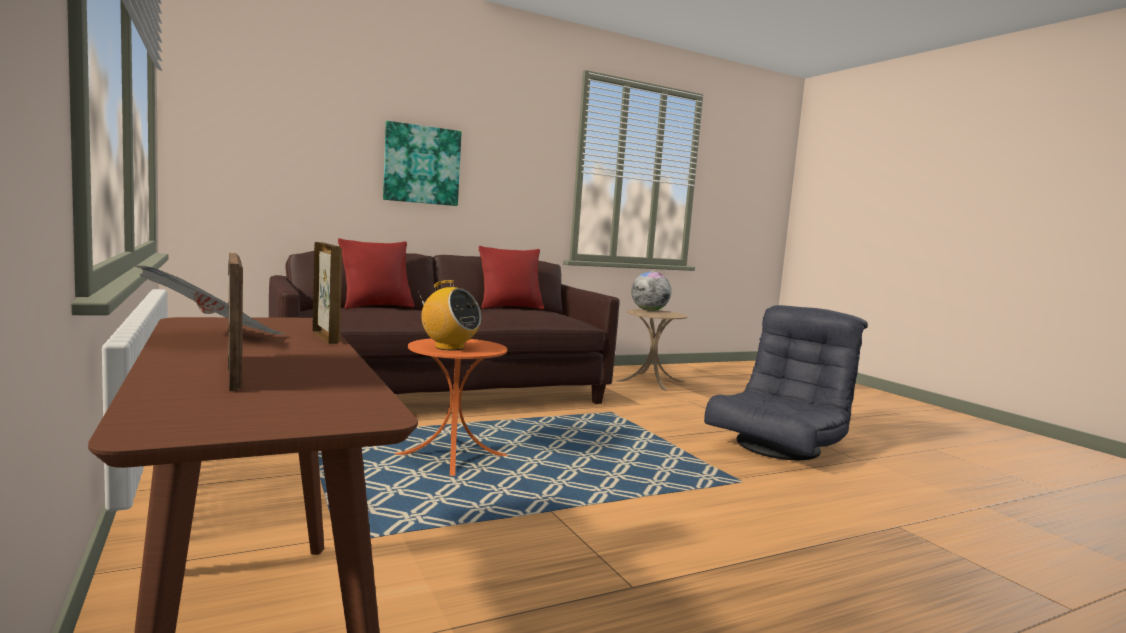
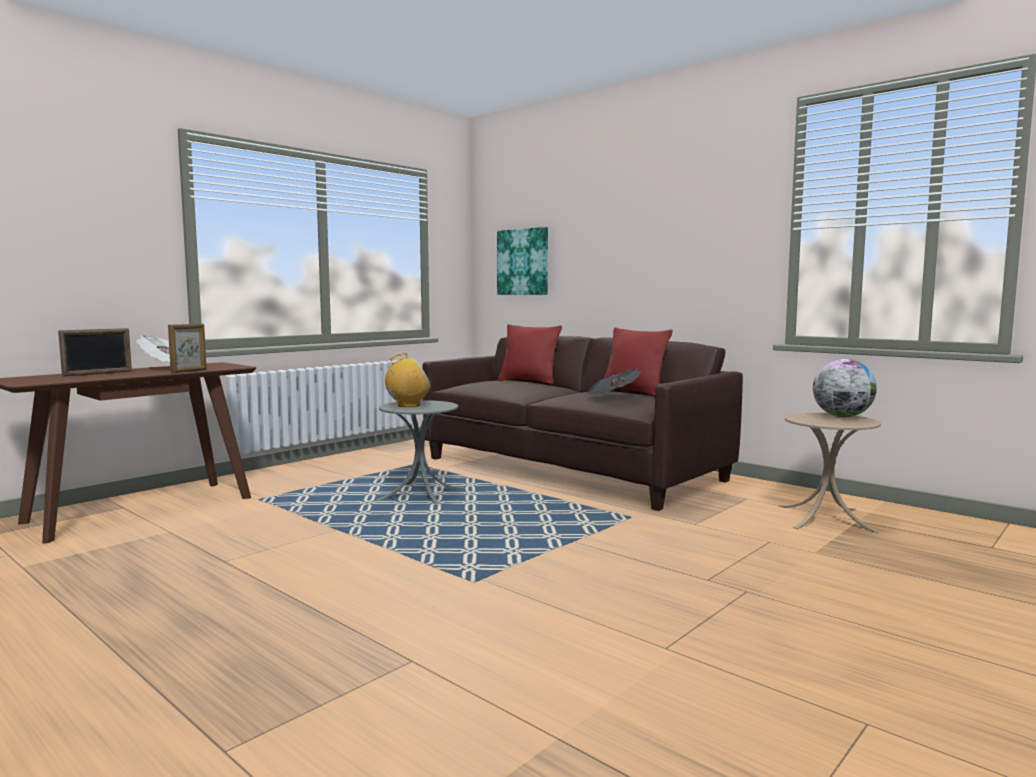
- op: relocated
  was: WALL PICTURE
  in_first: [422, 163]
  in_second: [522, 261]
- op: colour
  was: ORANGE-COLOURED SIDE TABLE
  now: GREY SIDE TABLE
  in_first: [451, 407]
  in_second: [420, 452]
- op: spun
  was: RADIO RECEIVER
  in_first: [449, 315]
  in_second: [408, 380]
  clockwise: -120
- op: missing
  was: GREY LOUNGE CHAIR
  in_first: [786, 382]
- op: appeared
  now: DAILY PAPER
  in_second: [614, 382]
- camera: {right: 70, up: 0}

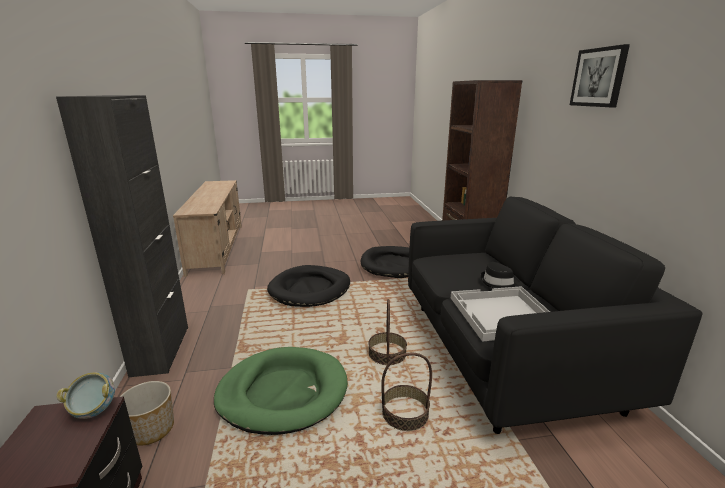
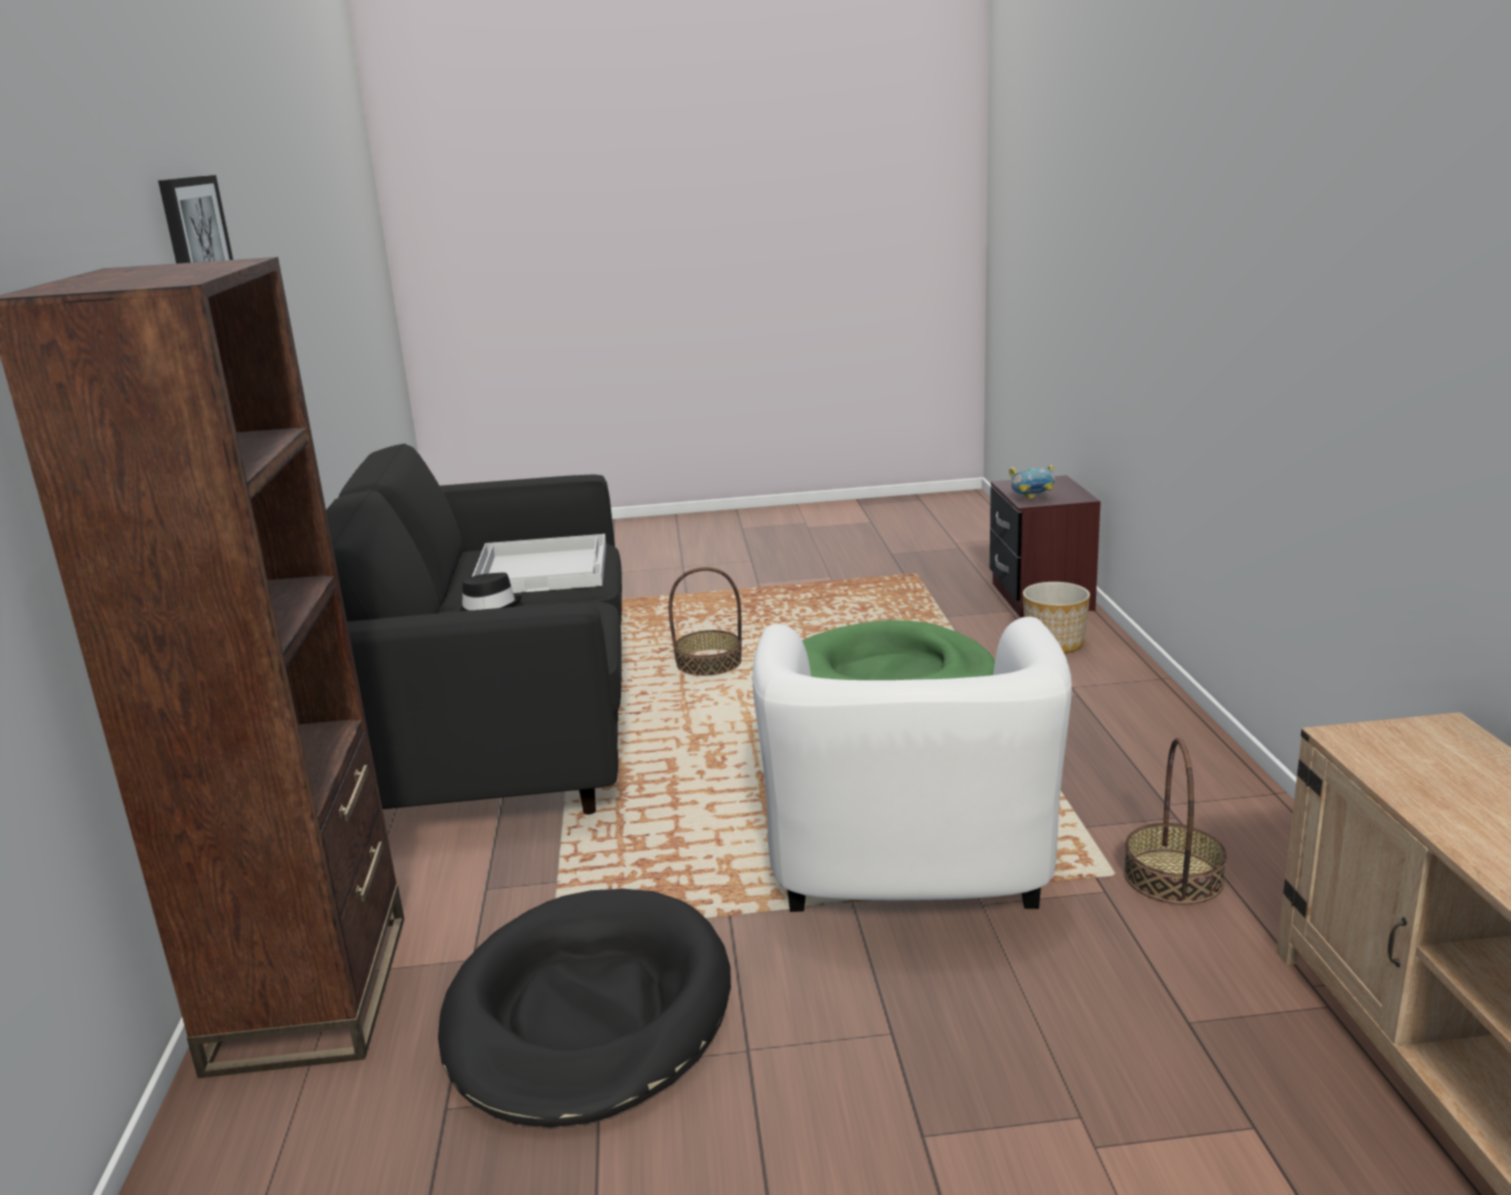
- op: missing
  was: BLACK CUPBOARD
  in_first: [122, 236]
- op: exchanged
  was: BLACK DOG CUSHION
  now: WHITE-COLOURED LOUNGE CHAIR
  in_first: [308, 286]
  in_second: [912, 764]
- op: relocated
  was: STORAGE BASKET
  in_first: [387, 332]
  in_second: [1175, 821]
- camera: {right: -175, up: 0}

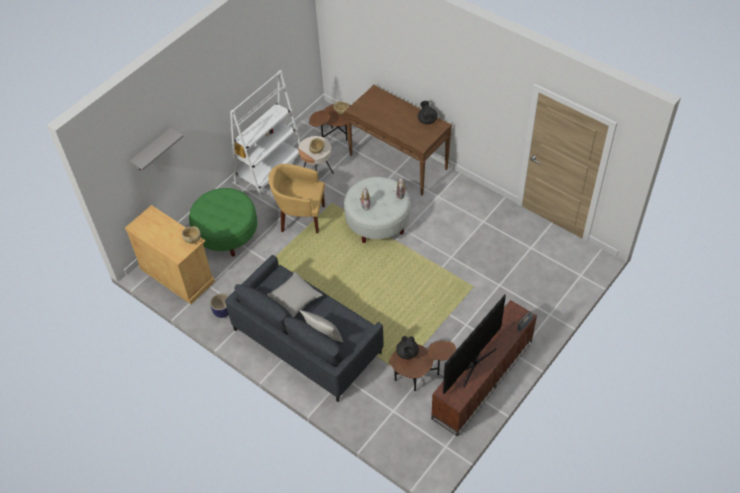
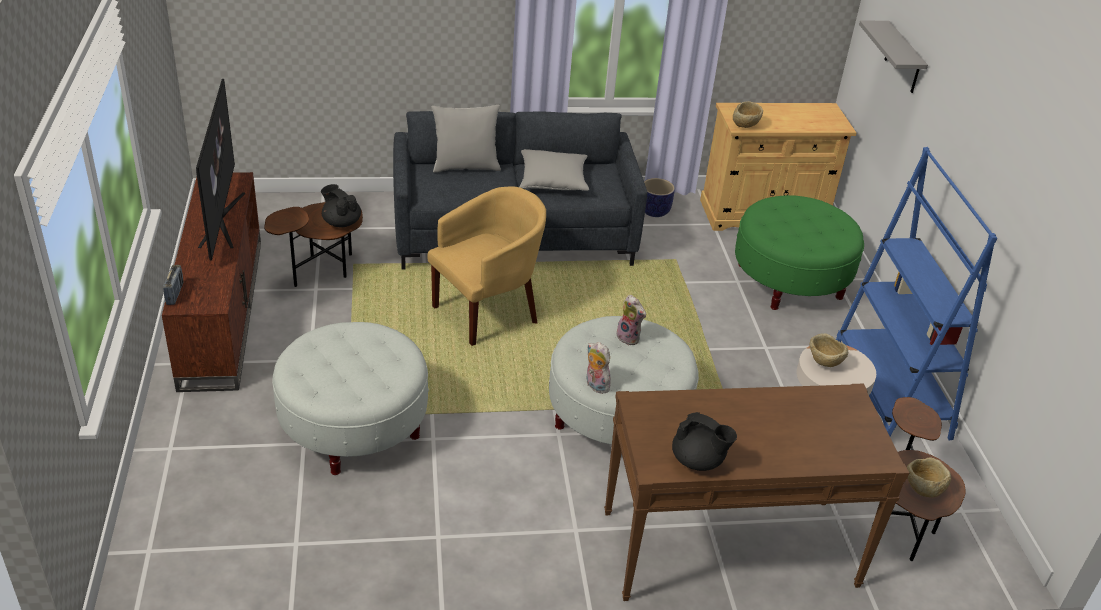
- op: colour
  was: WHITE-COLOURED BOOKCASE
  now: BLUISH BOOKCASE
  in_first: [265, 133]
  in_second: [916, 293]
- op: relocated
  was: YELLOW LOUNGE CHAIR
  in_first: [296, 198]
  in_second: [486, 266]
- op: appeared
  now: WHITE-COLOURED FOOTREST
  in_second: [350, 398]
- camera: {right: 130, up: -15}

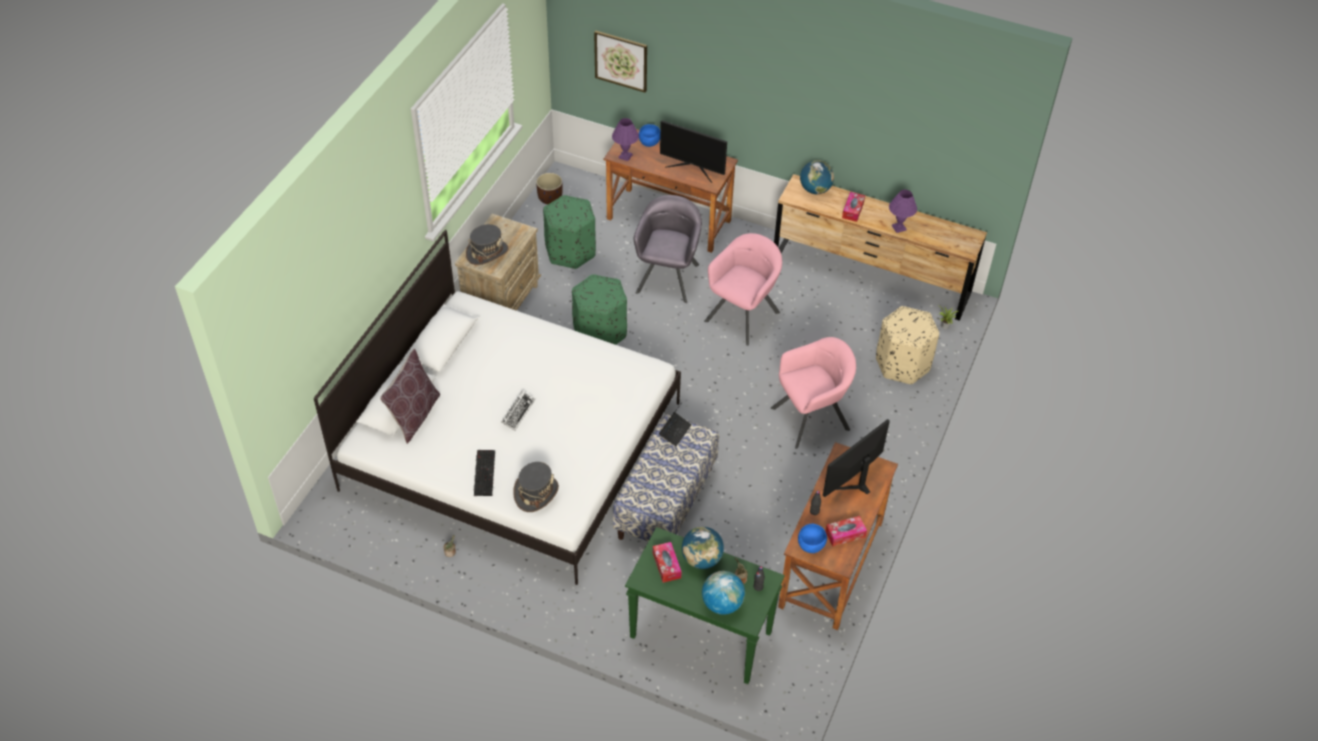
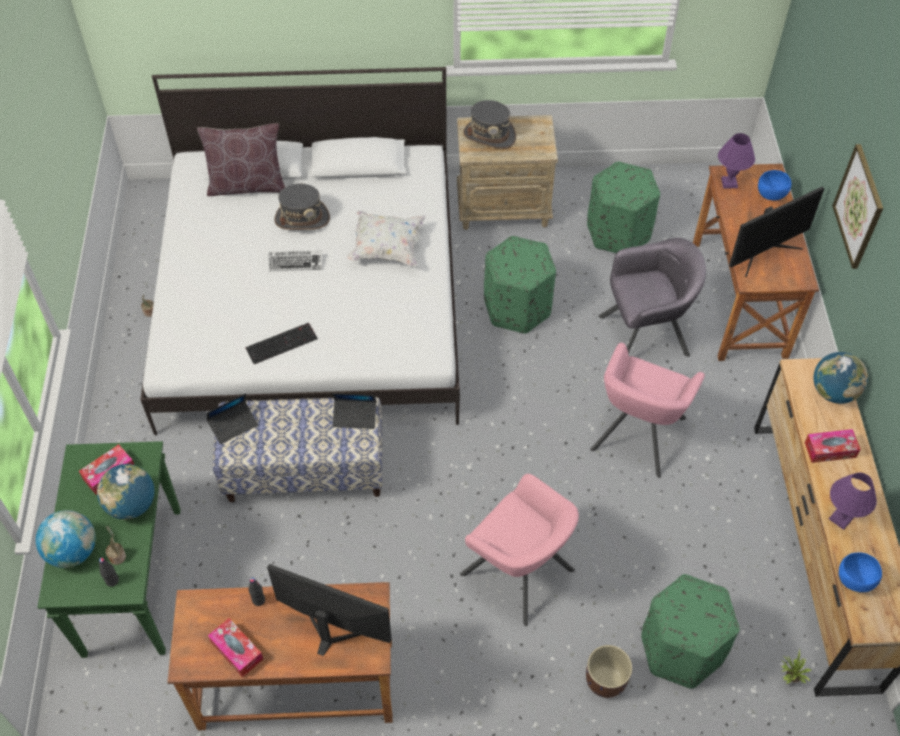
- op: relocated
  was: KEYBOARD
  in_first: [484, 473]
  in_second: [281, 343]
- op: relocated
  was: GREY HAT
  in_first: [536, 487]
  in_second: [302, 207]
- op: relocated
  was: BROWNISH PLANT POT
  in_first: [549, 188]
  in_second: [609, 671]
- op: relocated
  was: WALL PICTURE
  in_first: [620, 62]
  in_second: [857, 206]
- op: spun
  was: COMPUTER DISPLAY
  in_first: [693, 151]
  in_second: [777, 231]
  clockwise: -120
- op: spun
  was: PINK-COLOURED LOUNGE CHAIR
  in_first: [743, 289]
  in_second: [647, 410]
  clockwise: 105
- op: relocated
  was: BLUISH DEEP DISH
  in_first: [812, 538]
  in_second: [860, 572]
- op: colour
  was: SAND-COLOURED FOOTREST
  now: GREEN-COLOURED FOOTREST
  in_first: [907, 345]
  in_second: [690, 631]
- op: appeared
  now: NOTEBOOK COMPUTER
  in_second: [232, 418]
- op: appeared
  now: WHITE-COLOURED CUSHION
  in_second: [386, 239]
- camera: {right: 65, up: 5}

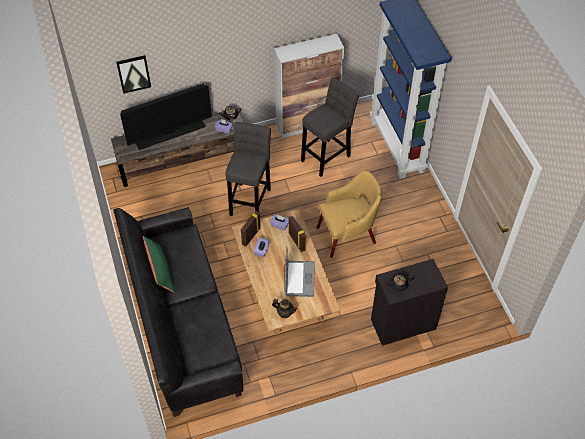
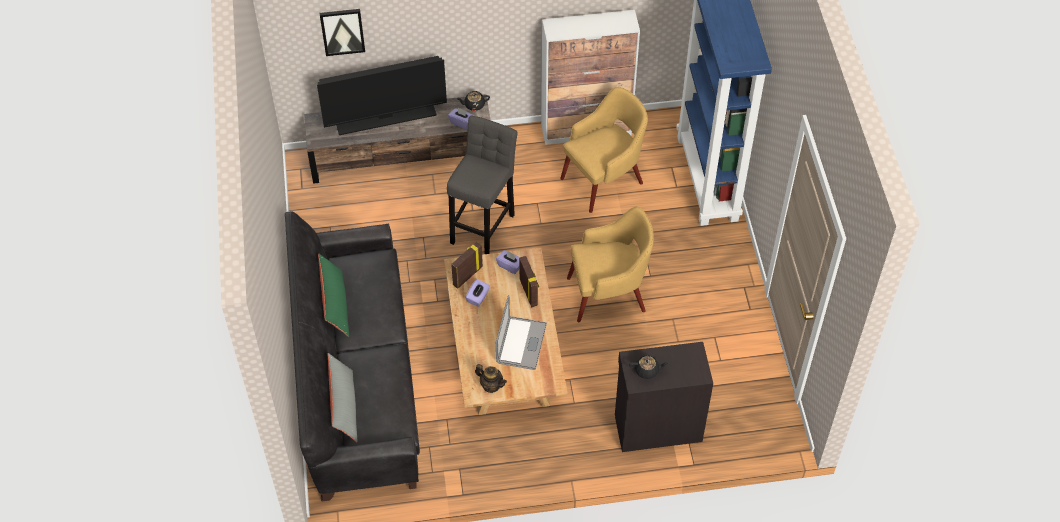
- op: exchanged
  was: GREY STOOL
  now: YELLOW LOUNGE CHAIR
  in_first: [330, 127]
  in_second: [604, 150]
- op: appeared
  now: GREY CUSHION
  in_second: [342, 397]
- camera: {right: 10, up: 0}

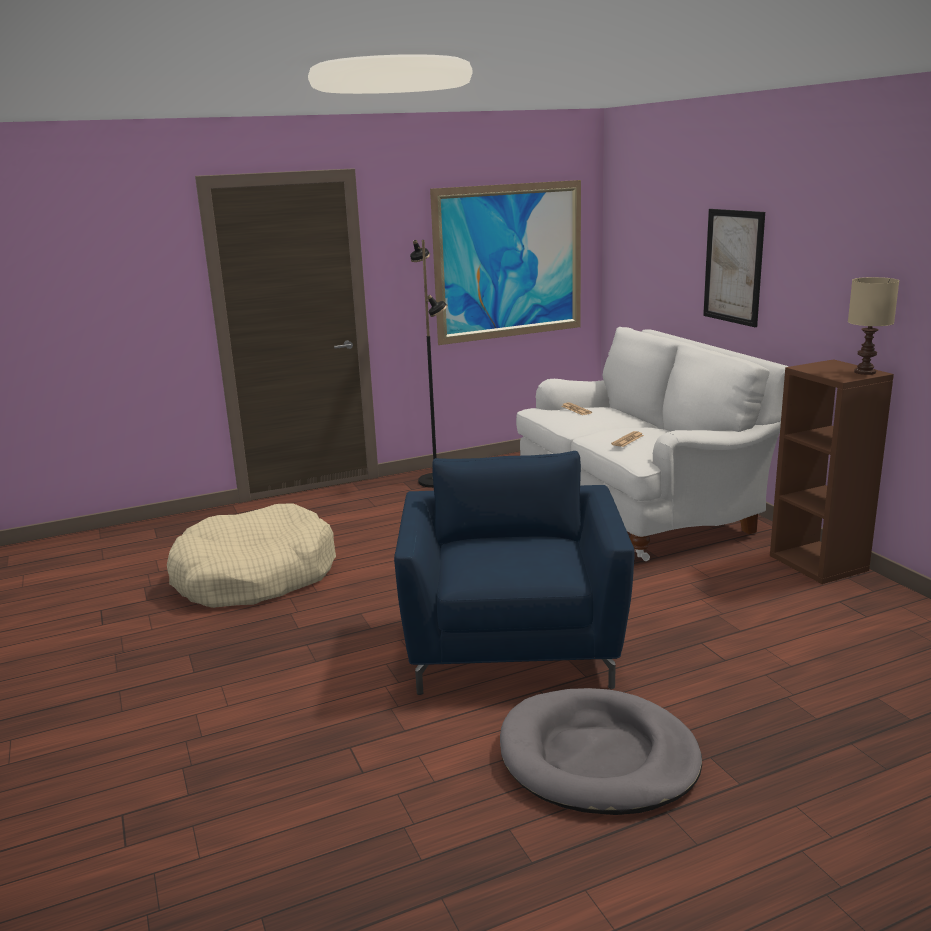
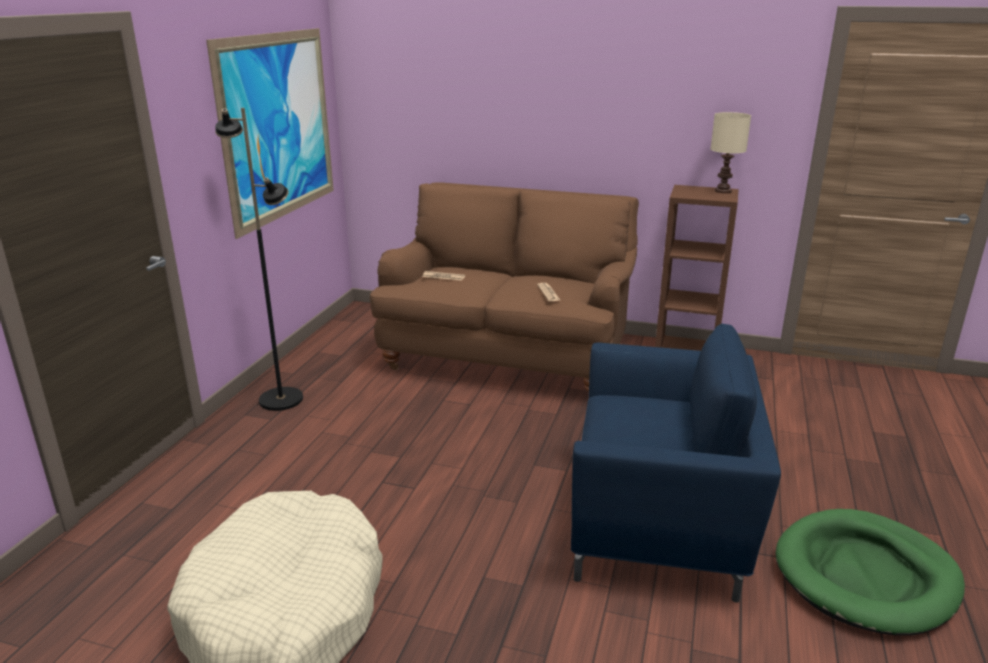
- op: spun
  was: BLUISH LOUNGE CHAIR
  in_first: [514, 573]
  in_second: [676, 463]
  clockwise: 150
- op: colour
  was: GREY DOG CUSHION
  now: GREEN-COLOURED DOG CUSHION
  in_first: [601, 751]
  in_second: [870, 572]
- op: colour
  was: WHITE-COLOURED SETTEE
  now: BROWNISH SETTEE
  in_first: [652, 444]
  in_second: [504, 286]
- op: missing
  was: WALL PICTURE
  in_first: [734, 268]
- camera: {right: -50, up: 5}

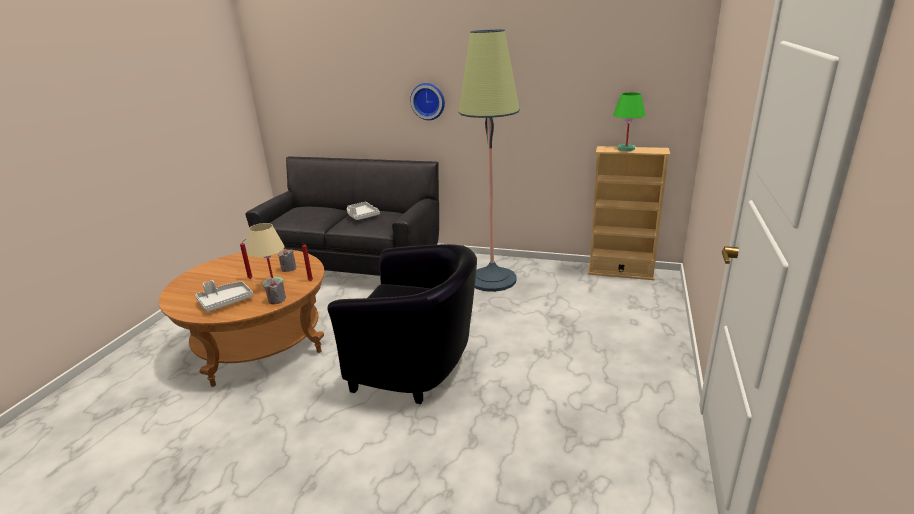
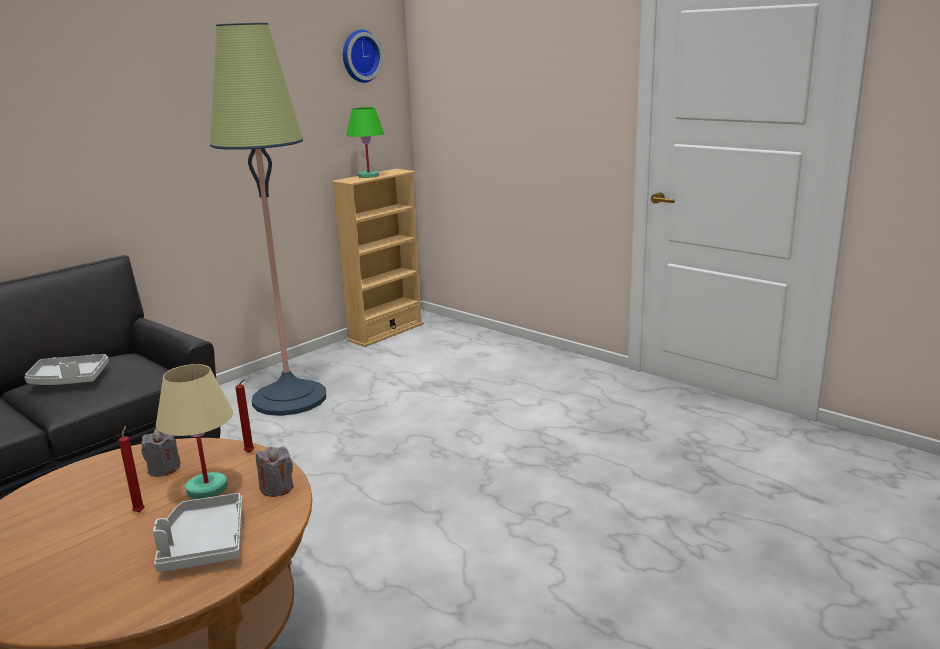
- op: missing
  was: BLACK LOUNGE CHAIR
  in_first: [402, 324]
- op: relocated
  was: HANGING CLOCK
  in_first: [427, 101]
  in_second: [363, 56]
- camera: {right: -65, up: -5}

